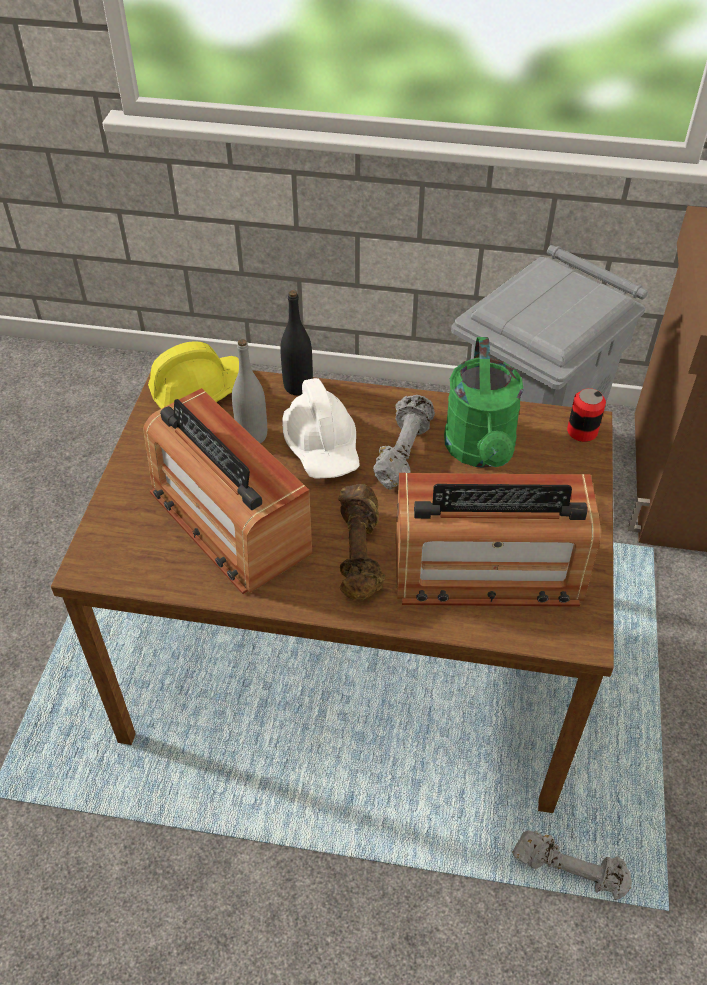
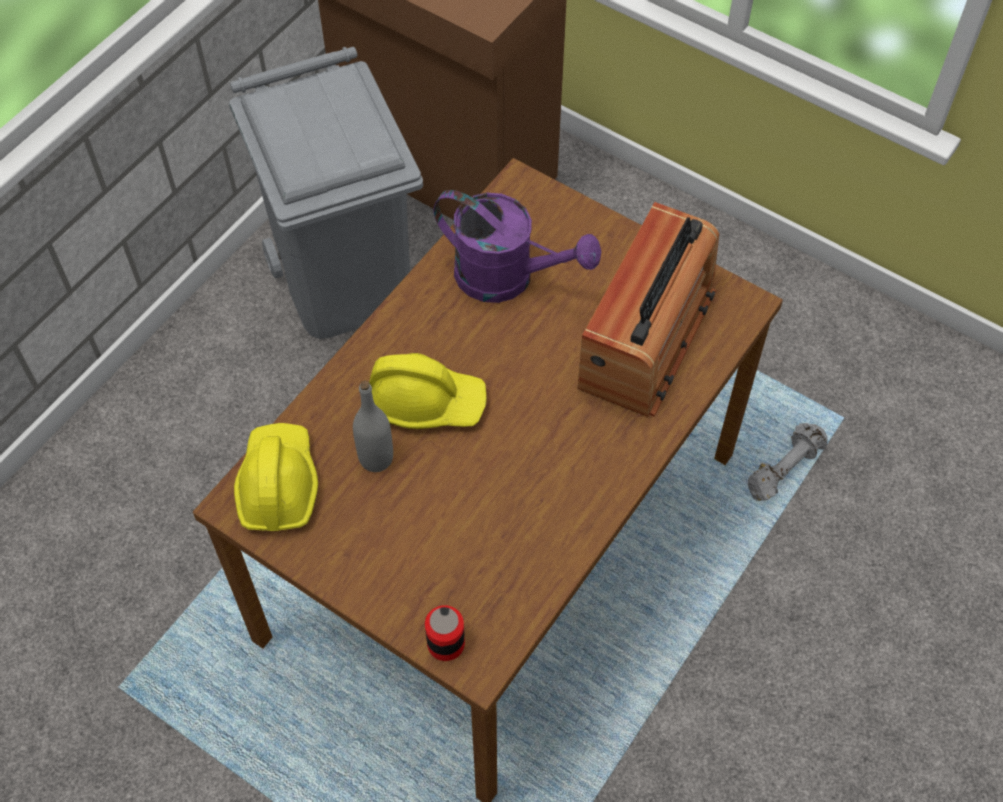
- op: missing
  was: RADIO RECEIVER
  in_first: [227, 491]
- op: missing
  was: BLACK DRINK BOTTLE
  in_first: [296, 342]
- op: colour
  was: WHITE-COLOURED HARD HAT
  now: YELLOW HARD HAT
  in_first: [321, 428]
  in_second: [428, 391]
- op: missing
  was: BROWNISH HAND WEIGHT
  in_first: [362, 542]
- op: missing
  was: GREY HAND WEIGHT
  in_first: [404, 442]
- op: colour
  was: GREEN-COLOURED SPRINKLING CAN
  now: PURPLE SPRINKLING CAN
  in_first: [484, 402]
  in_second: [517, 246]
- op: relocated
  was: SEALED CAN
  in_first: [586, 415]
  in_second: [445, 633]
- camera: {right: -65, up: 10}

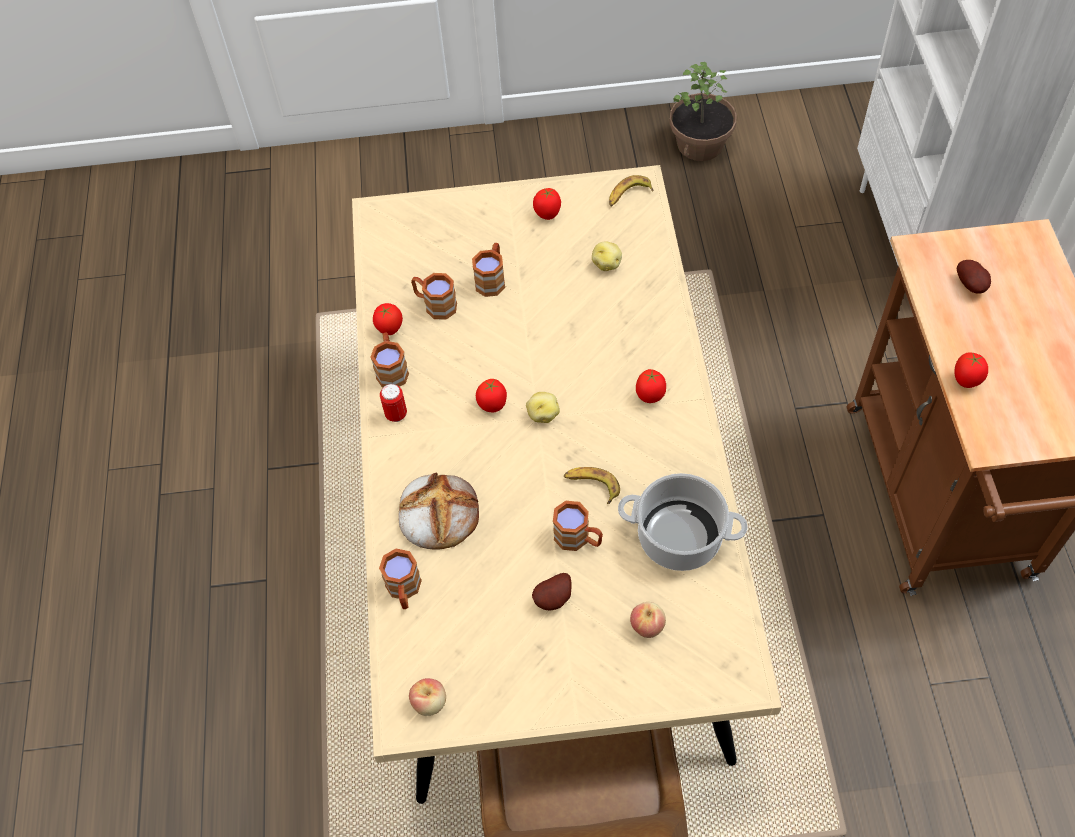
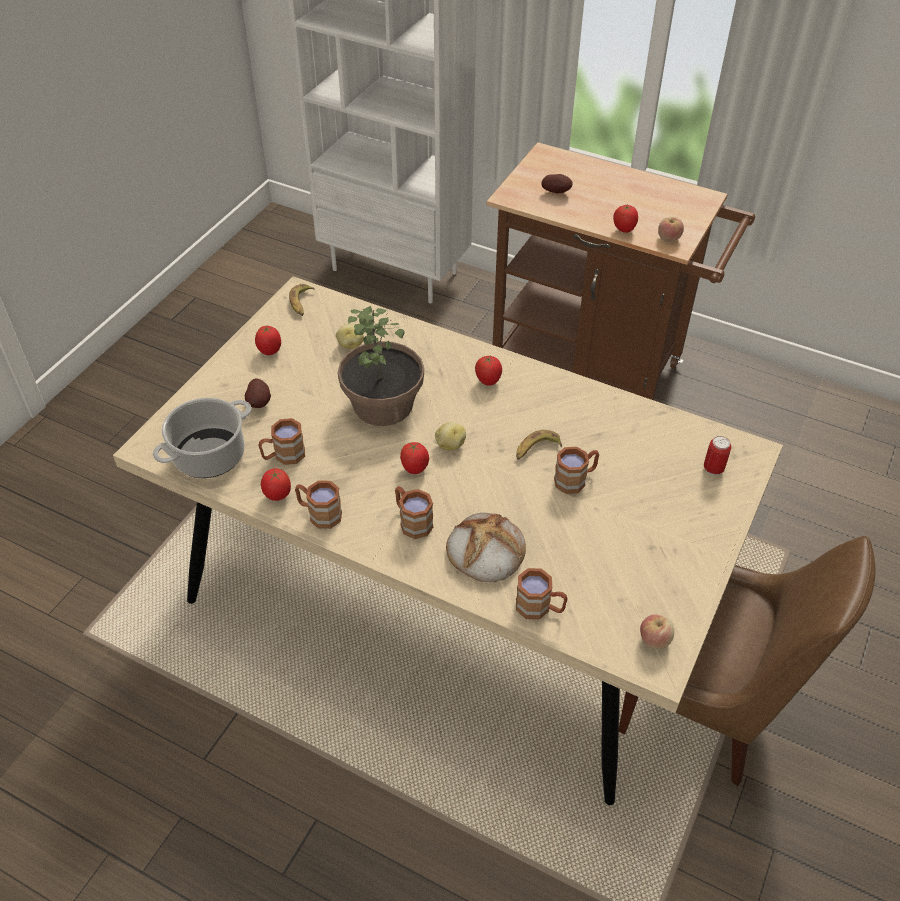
- op: relocated
  was: SEALED CAN
  in_first: [393, 403]
  in_second: [717, 455]
- op: relocated
  was: BROWNISH TEA MUG
  in_first: [488, 270]
  in_second: [414, 512]
- op: relocated
  was: SPUD
  in_first: [551, 592]
  in_second: [258, 393]
- op: relocated
  was: SAUCEPOT
  in_first: [682, 522]
  in_second: [202, 438]
- op: relocated
  was: APPLE FRUIT
  in_first: [648, 620]
  in_second: [671, 229]
- op: relocated
  was: PLANT IN A POT
  in_first: [703, 111]
  in_second: [381, 366]
- camera: {right: -60, up: -10}

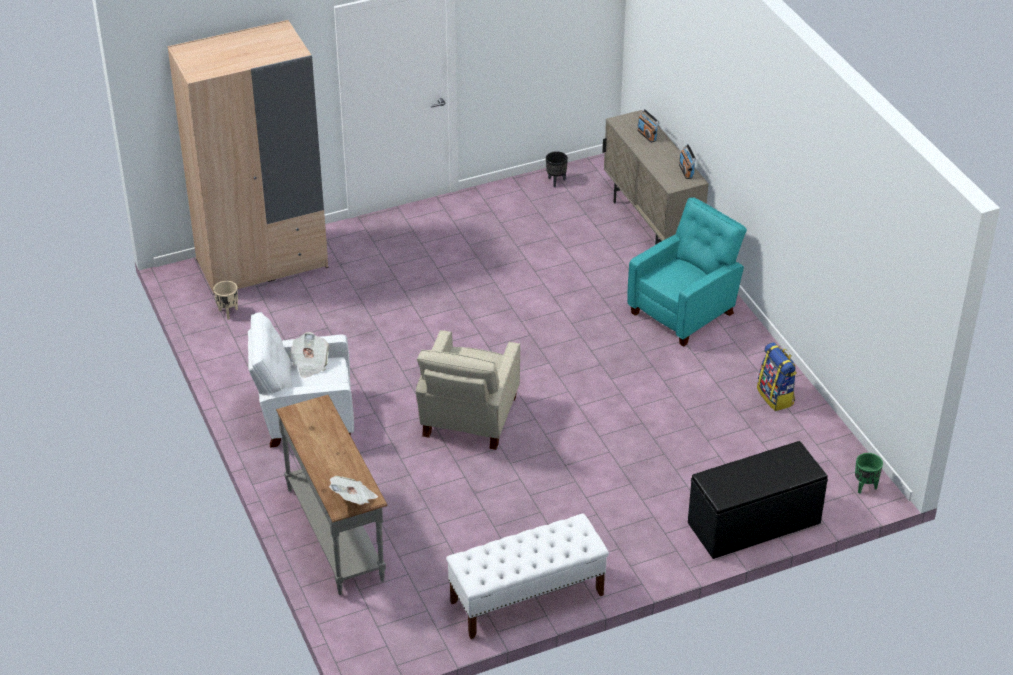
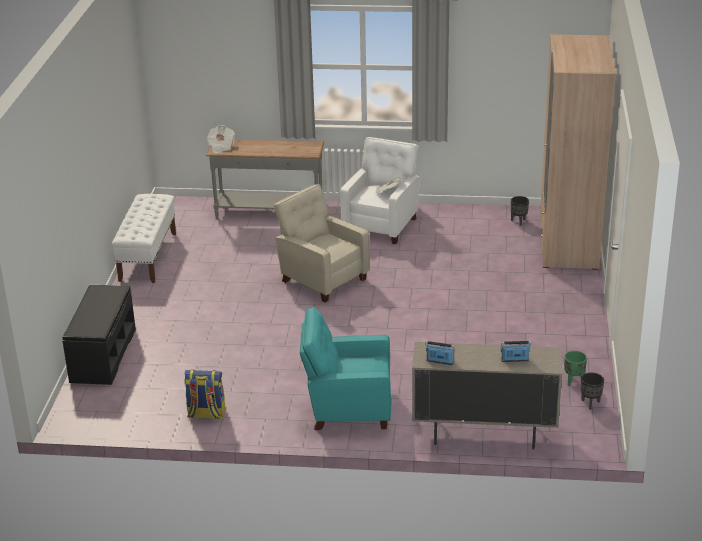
- op: colour
  was: SAND-COLOURED PLANT POT
  now: BLACK PLANT POT
  in_first: [225, 300]
  in_second: [520, 211]
- op: spun
  was: TURQUOISE LOUNGE CHAIR
  in_first: [687, 272]
  in_second: [345, 368]
  clockwise: 105
- op: relocated
  was: GREEN-COLOURED PLANT POT
  in_first: [869, 473]
  in_second: [575, 368]
- camera: {right: 120, up: -10}

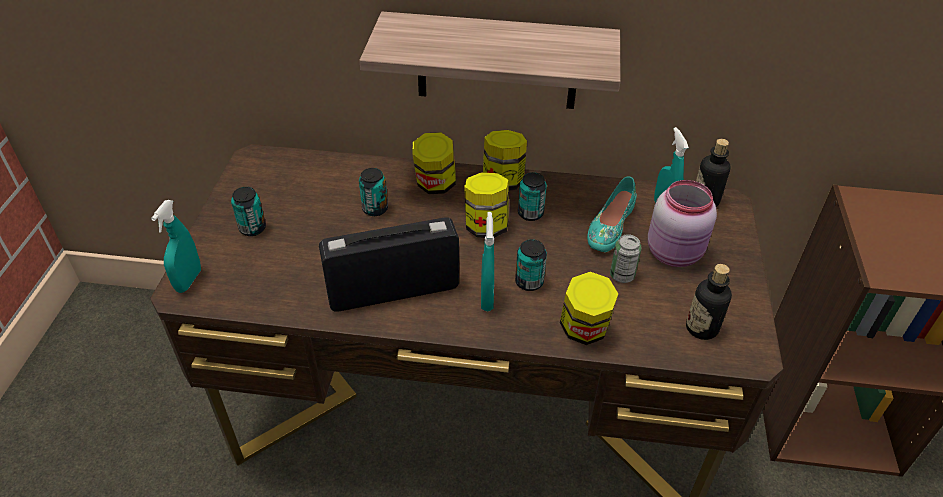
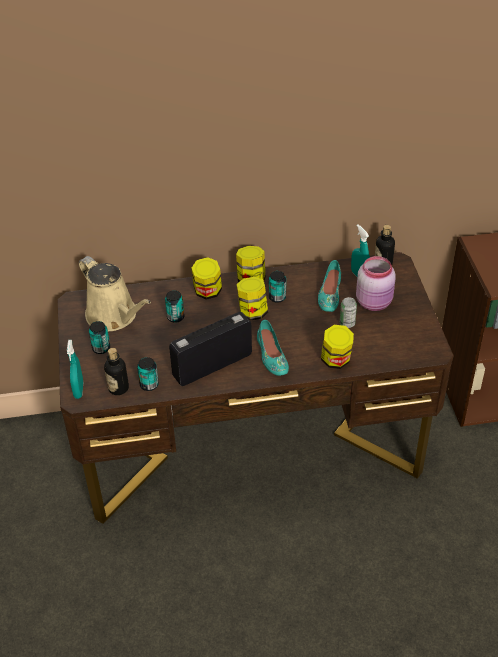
- op: missing
  was: BRACKET SHELF
  in_first: [490, 60]
- op: exchanged
  was: TURQUOISE SPRAY BOTTLE
  now: TURQUOISE SHOE
  in_first: [487, 261]
  in_second: [273, 348]
- op: relocated
  was: SEALED CAN
  in_first: [531, 265]
  in_second: [148, 374]
- op: relocated
  was: DRINK BOTTLE
  in_first: [709, 302]
  in_second: [116, 371]
- op: appeared
  now: SAND-COLOURED SPRINKLING CAN
  in_second: [115, 293]
- camera: {right: -15, up: 0}

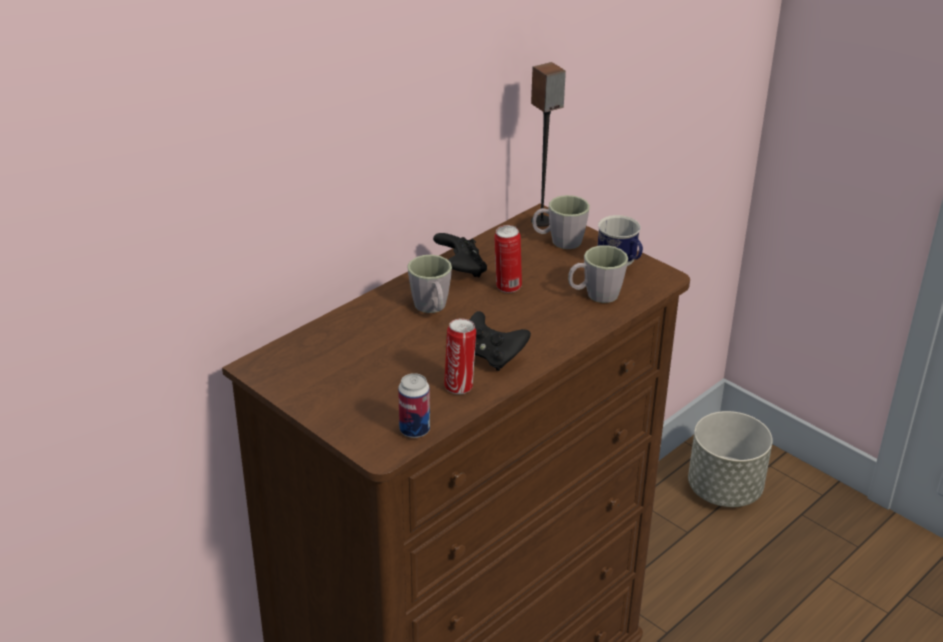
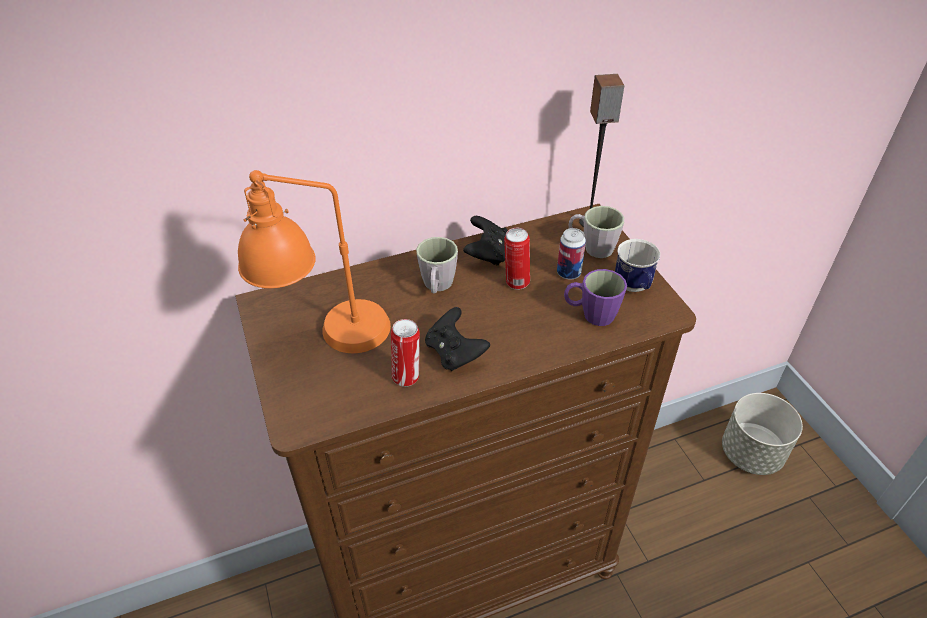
- op: relocated
  was: SEALED CAN
  in_first: [414, 405]
  in_second: [571, 253]
- op: colour
  was: GREY TEA MUG
  now: PURPLE TEA MUG
  in_first: [598, 274]
  in_second: [595, 297]
- op: appeared
  now: ORANGE-COLOURED TABLETOP LAMP
  in_second: [314, 261]
- camera: {right: 25, up: 10}

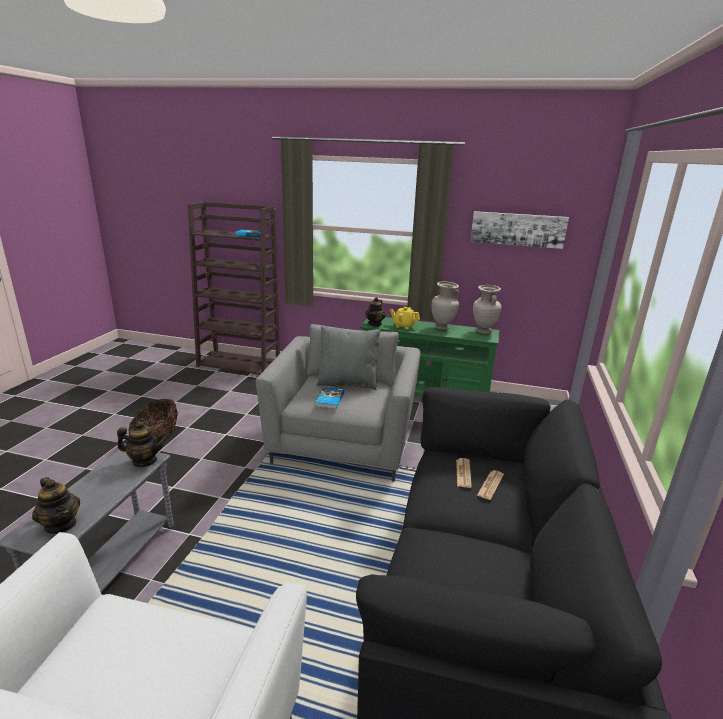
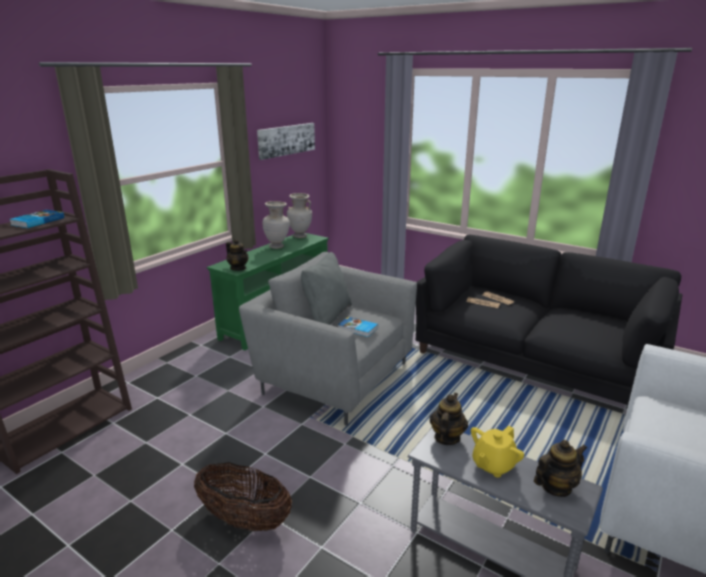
- op: relocated
  was: YELLOW TEAPOT
  in_first: [405, 318]
  in_second: [497, 452]
- camera: {right: -70, up: 0}

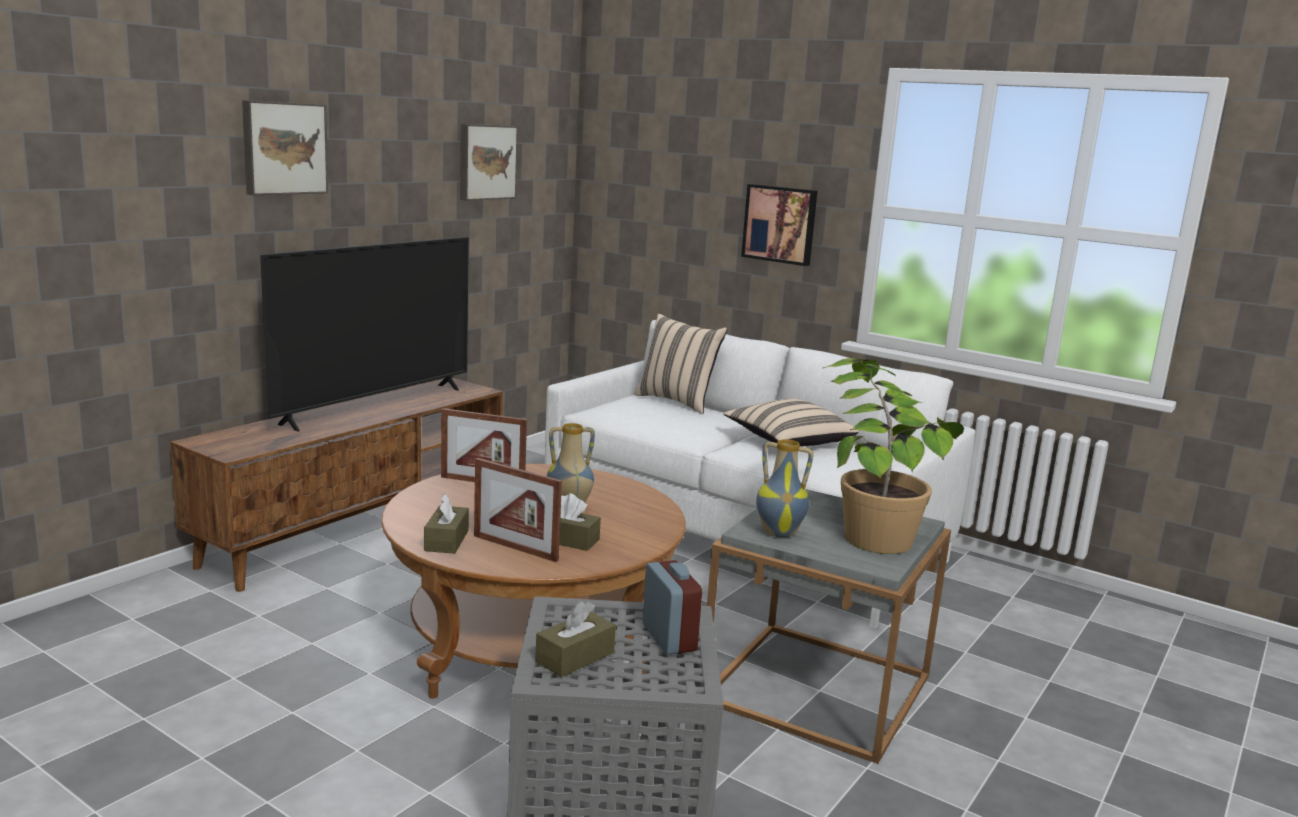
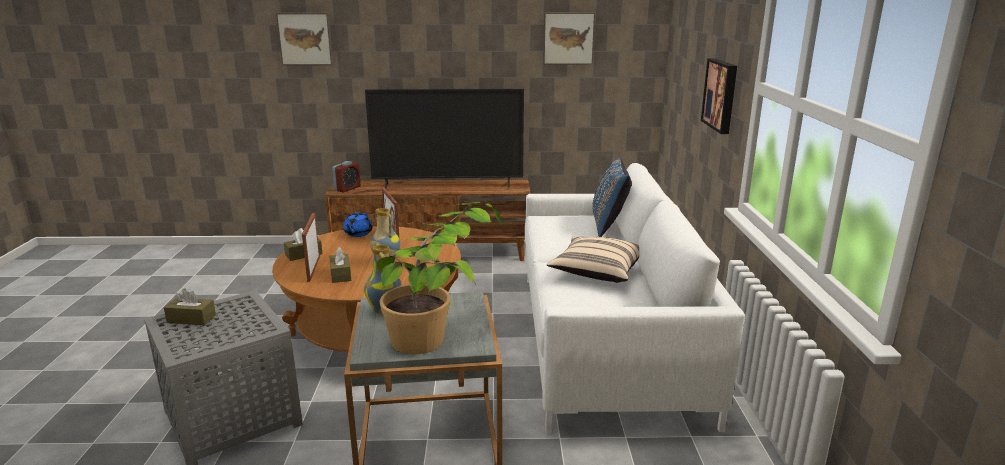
- op: relocated
  was: WALL PICTURE
  in_first: [285, 147]
  in_second: [304, 39]
- op: colour
  was: SAND-COLOURED CUSHION
  now: BLUISH CUSHION
  in_first: [680, 364]
  in_second: [612, 197]
- op: relocated
  was: BEDSIDE CLOCK
  in_first: [672, 607]
  in_second: [346, 177]
- op: appeared
  now: BLUISH TEAPOT
  in_second: [358, 224]
- camera: {right: 55, up: 5}

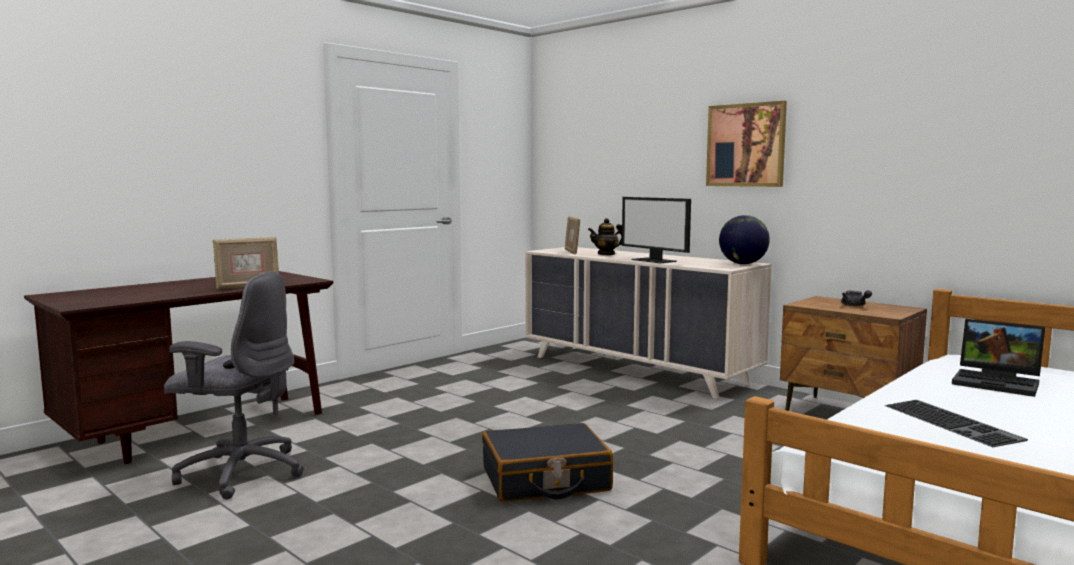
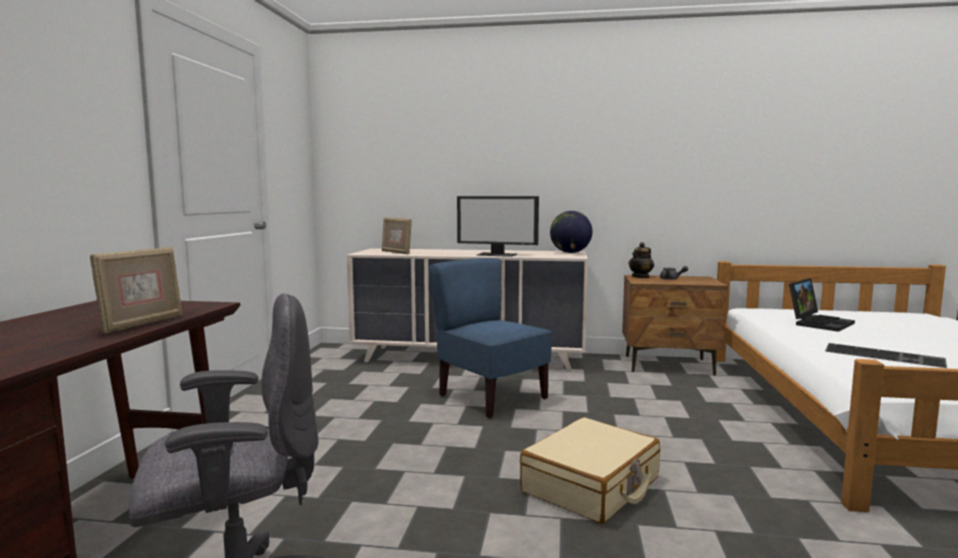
- op: colour
  was: BLACK SUITCASE
  now: SAND-COLOURED SUITCASE
  in_first: [547, 462]
  in_second: [590, 470]
- op: relocated
  was: TEAPOT
  in_first: [605, 236]
  in_second: [641, 260]
- op: missing
  was: WALL PICTURE
  in_first: [746, 144]
- op: spun
  was: NOTEBOOK COMPUTER
  in_first: [998, 358]
  in_second: [822, 305]
  clockwise: -45
- op: appeared
  now: BLUISH UPRIGHT CHAIR
  in_second: [490, 338]
- camera: {right: -35, up: 0}

